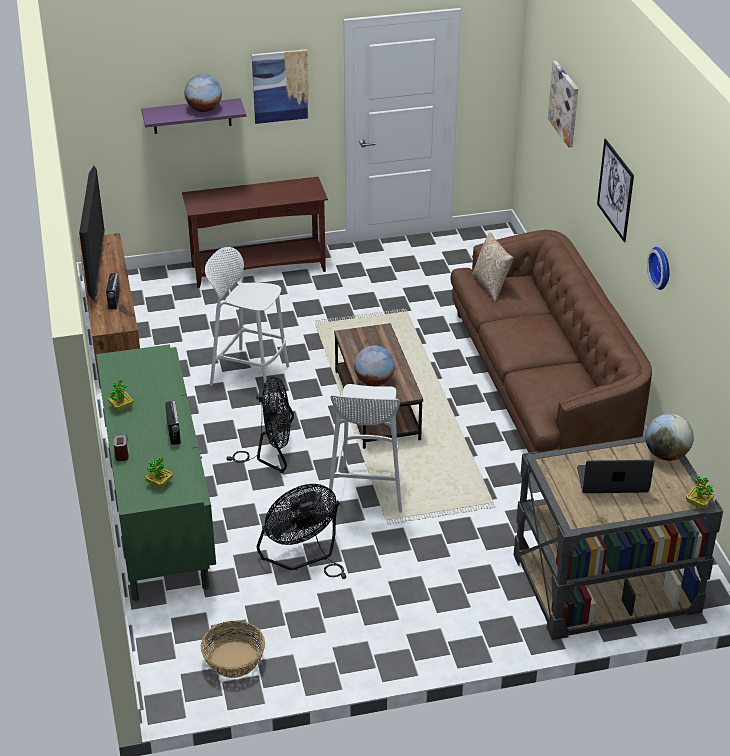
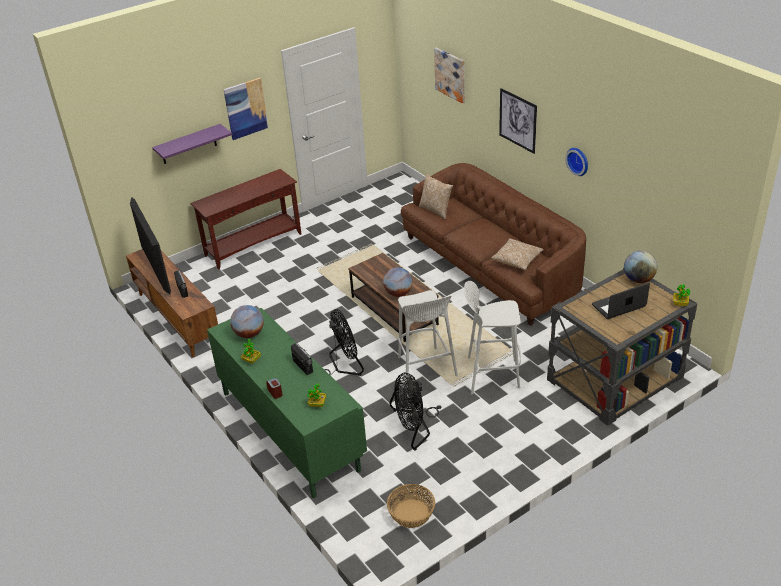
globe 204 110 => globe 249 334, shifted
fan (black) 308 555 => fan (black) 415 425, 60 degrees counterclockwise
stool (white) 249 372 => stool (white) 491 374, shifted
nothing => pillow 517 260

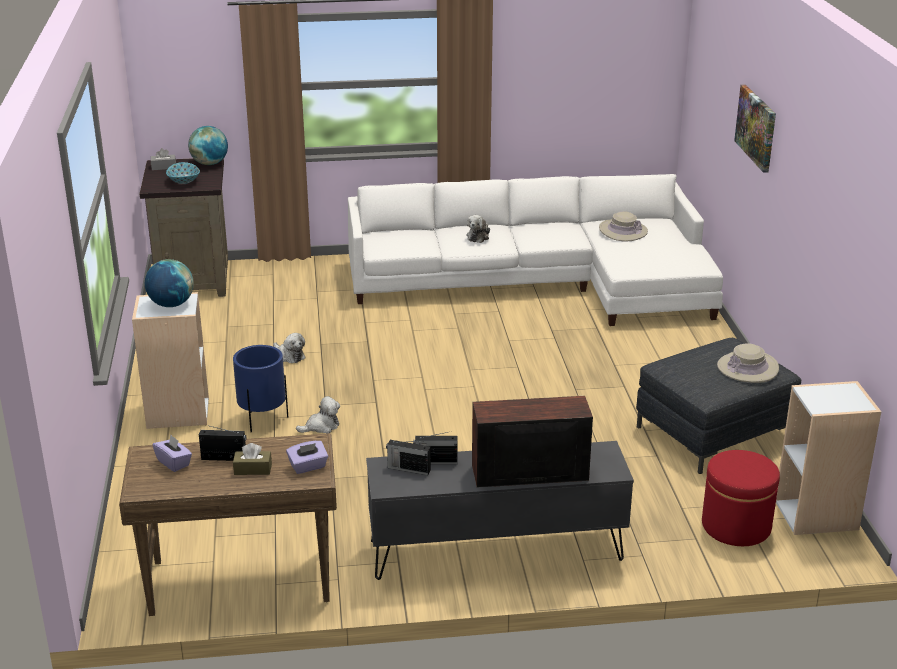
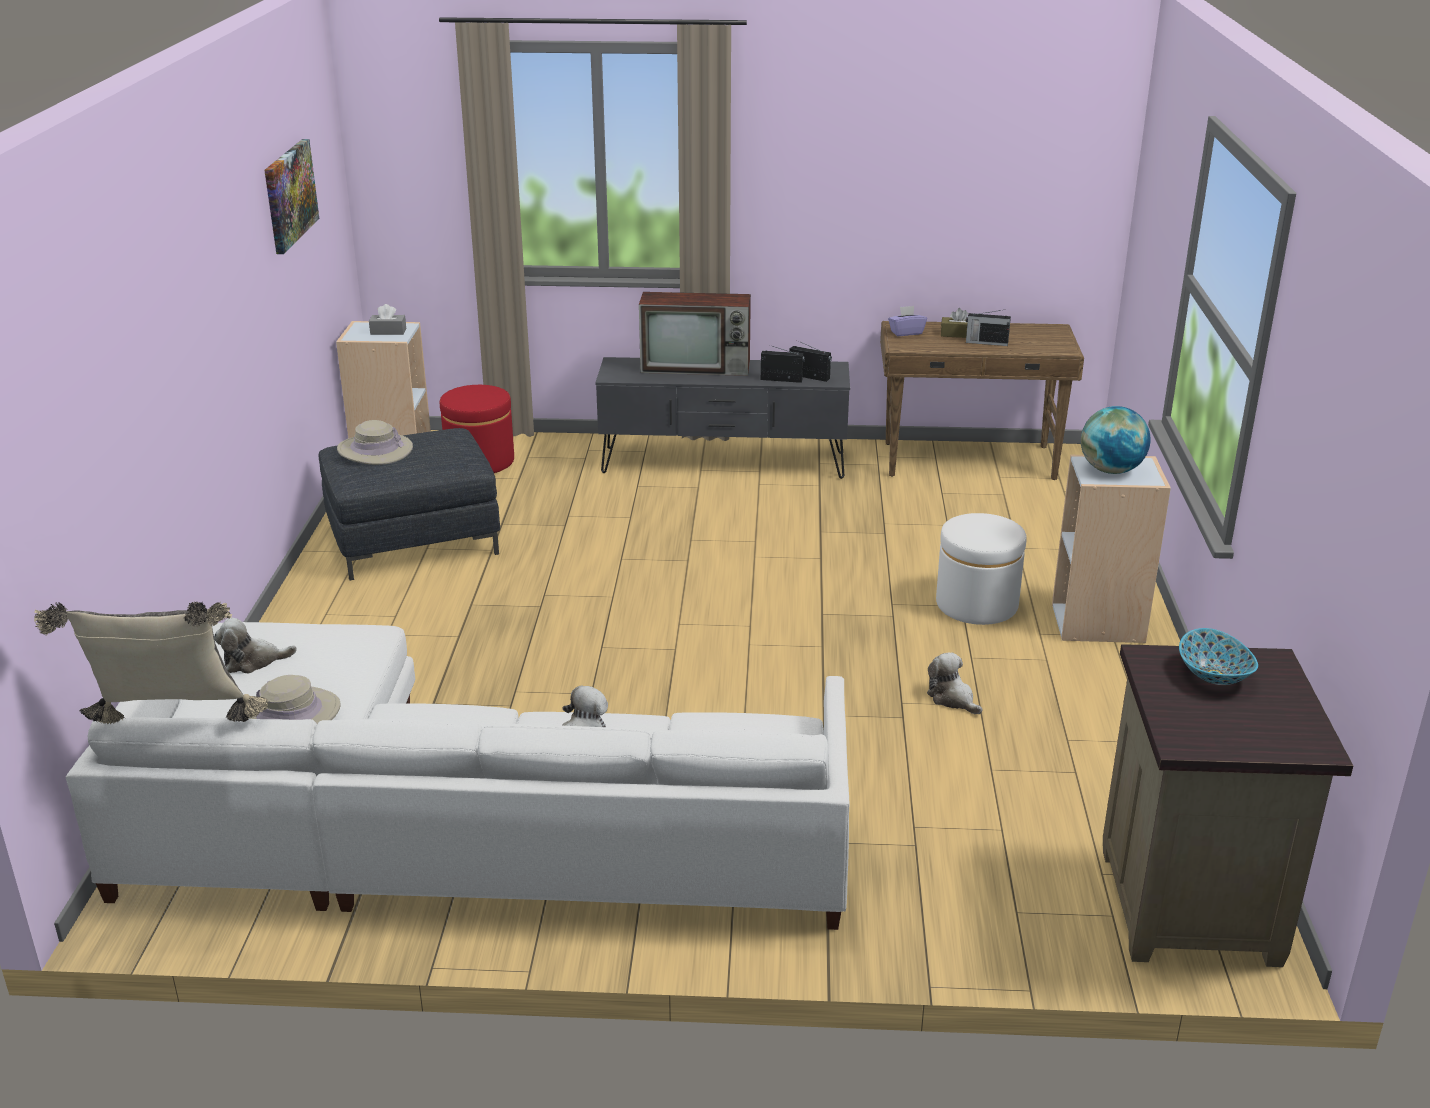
nothing => pillow 169 740
plush toy 321 426 => plush toy 253 661, shifted
picture 756 127 => picture 289 195, shifted
tissue box (grey) 163 167 => tissue box (grey) 388 331, shifted
planter (blue) 263 419 => ottoman (white) 976 604
tissue box (purple) 174 463 => nothing
globe 210 163 => nothing

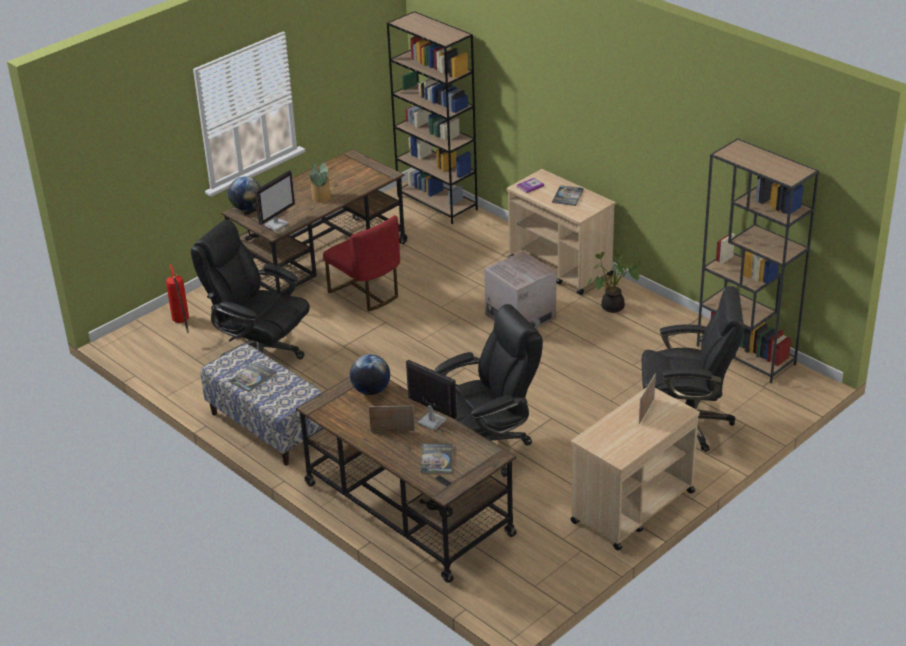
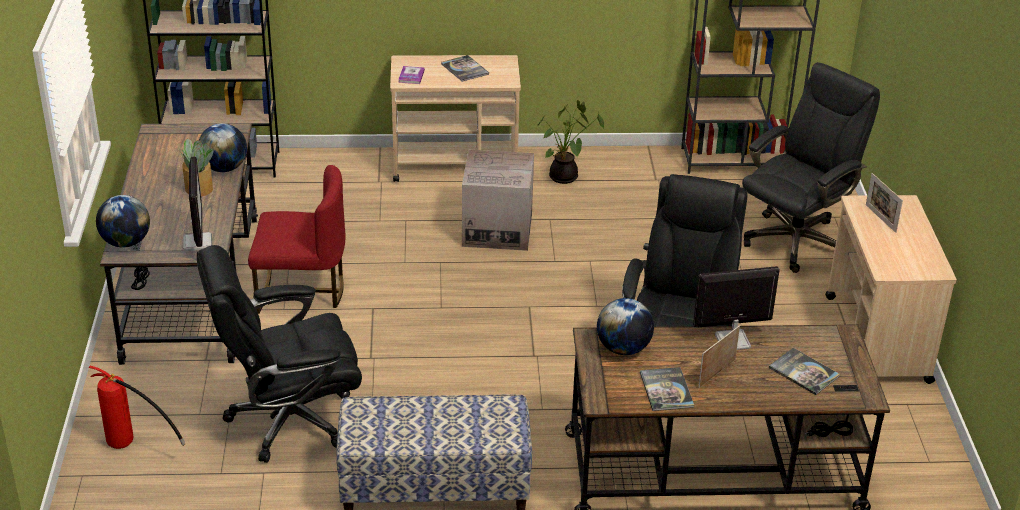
nothing => globe 224 168
book 252 377 => book 666 390, shifted

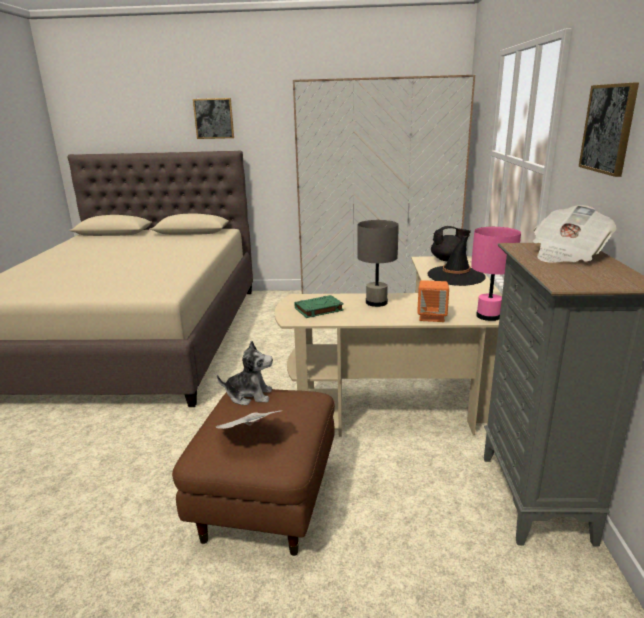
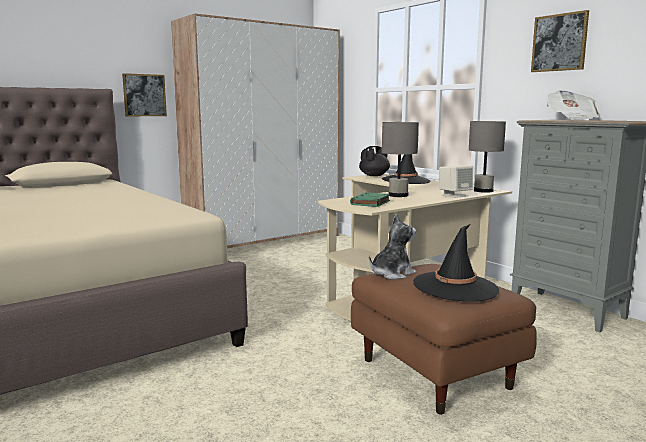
picture 214 118 => picture 144 95, shifted
newspaper 250 434 => hat (black) 455 287
speaker (orange) 432 317 => speaker (beige) 454 195
table lamp (pink) 488 316 => table lamp (grey) 483 191

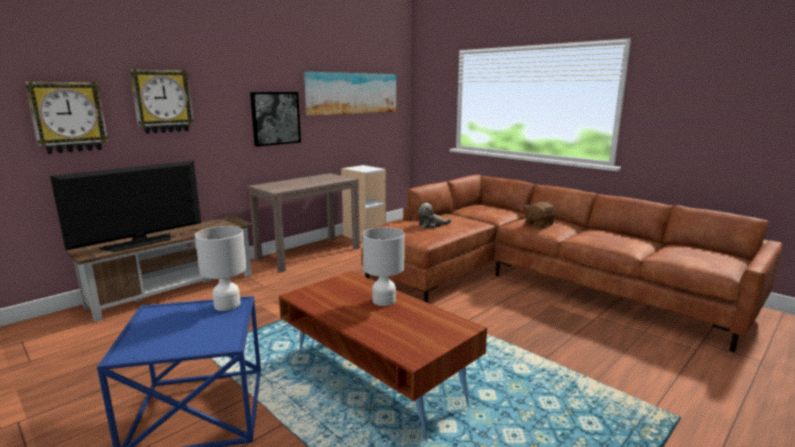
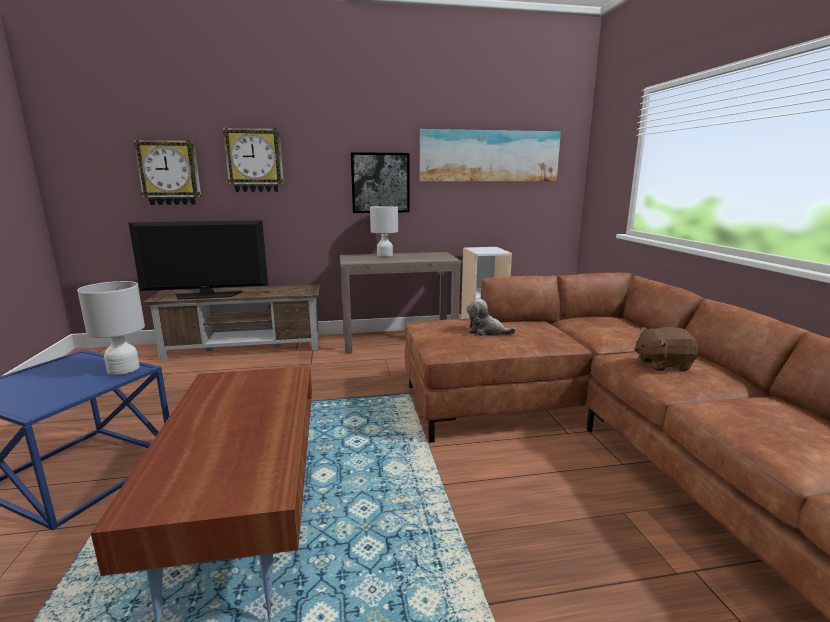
table lamp (grey) 384 301 => table lamp (grey) 385 255, shifted

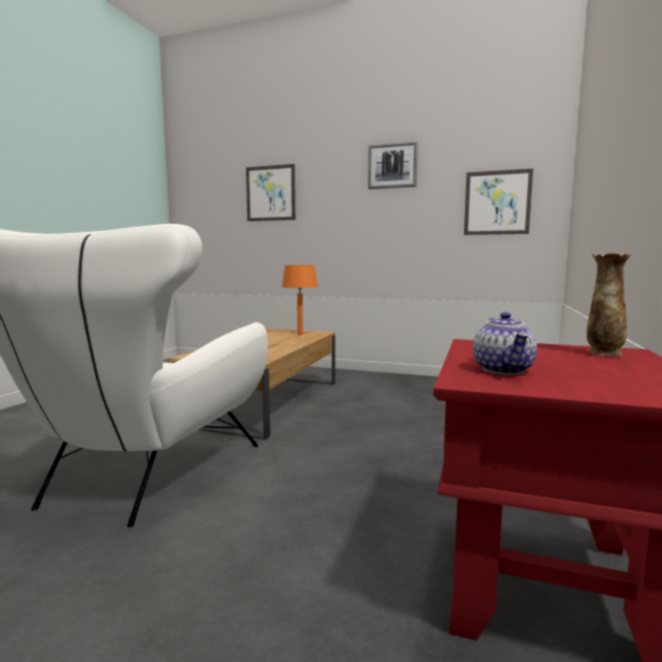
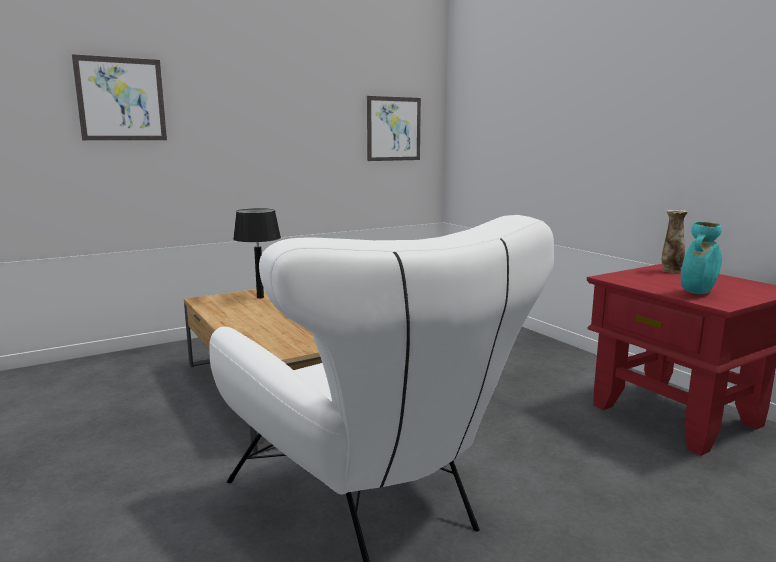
table lamp (orange) 300 334 => table lamp (black) 260 297
teapot 504 370 => vase (turquoise) 697 293
picture 392 166 => nothing

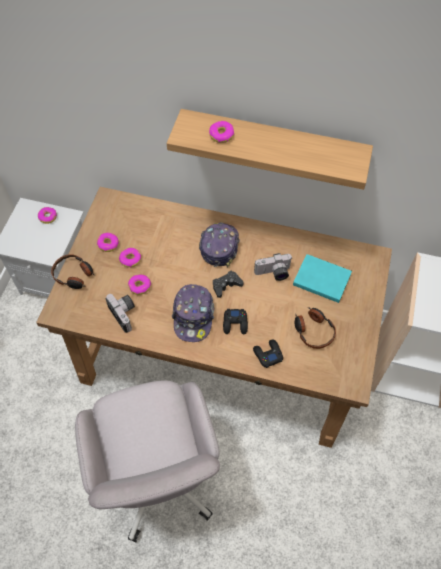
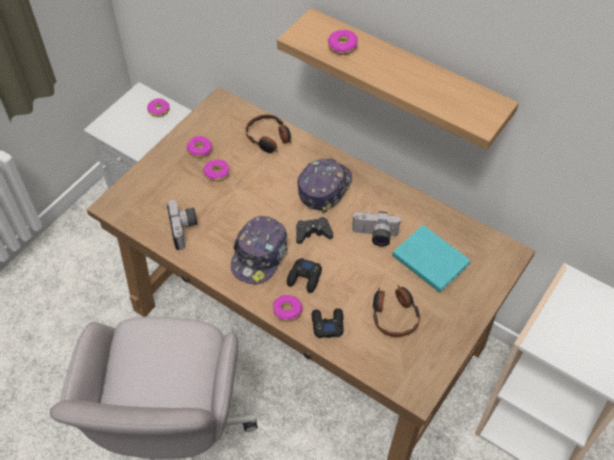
headphones 74 275 => headphones 269 138, shifted
donut 140 286 => donut 287 311, shifted

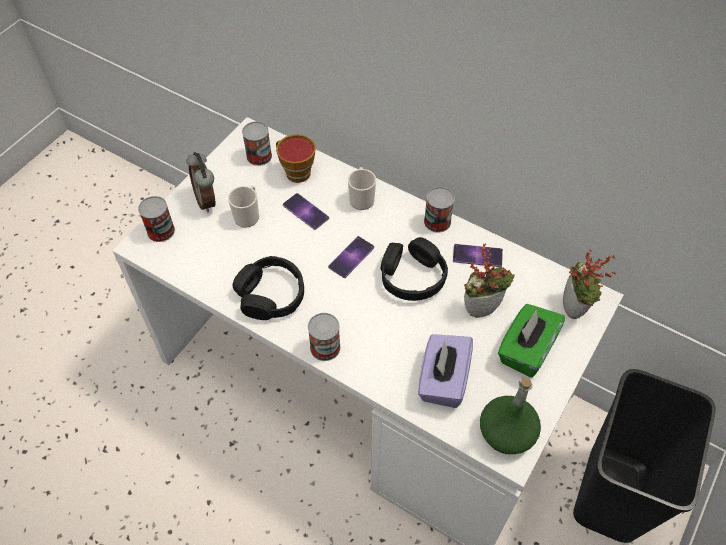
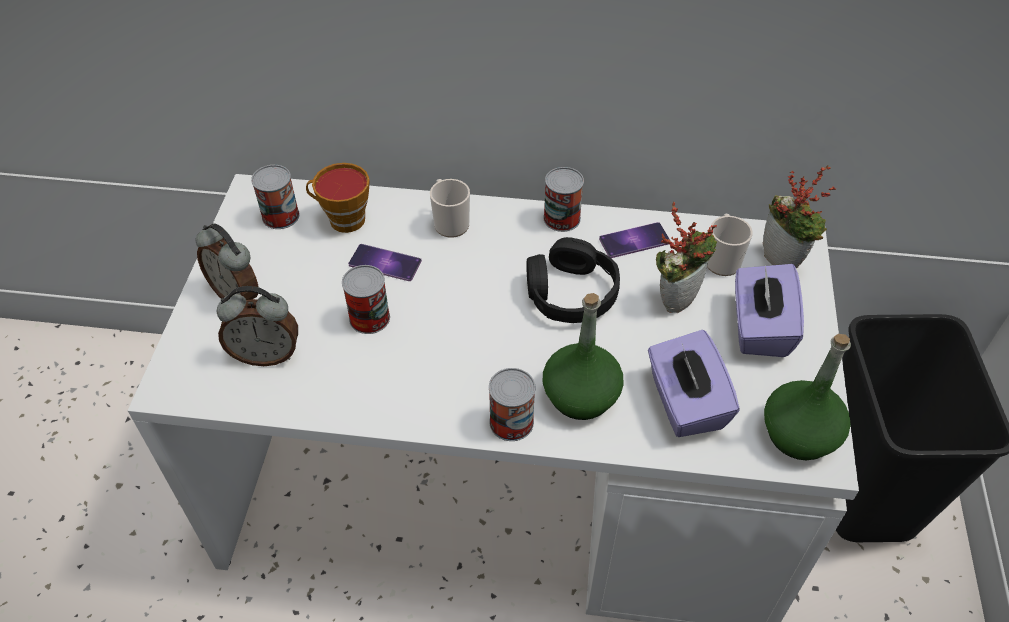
nothing => alarm clock 266 354
can 161 231 => can 369 318, shifted
nothing => bottle (green) 580 395
mug 248 215 => mug 722 259, shifted
tissue box (green) 526 350 => tissue box (purple) 759 328
headphones (black) 271 295 => nothing
phone 351 257 => nothing

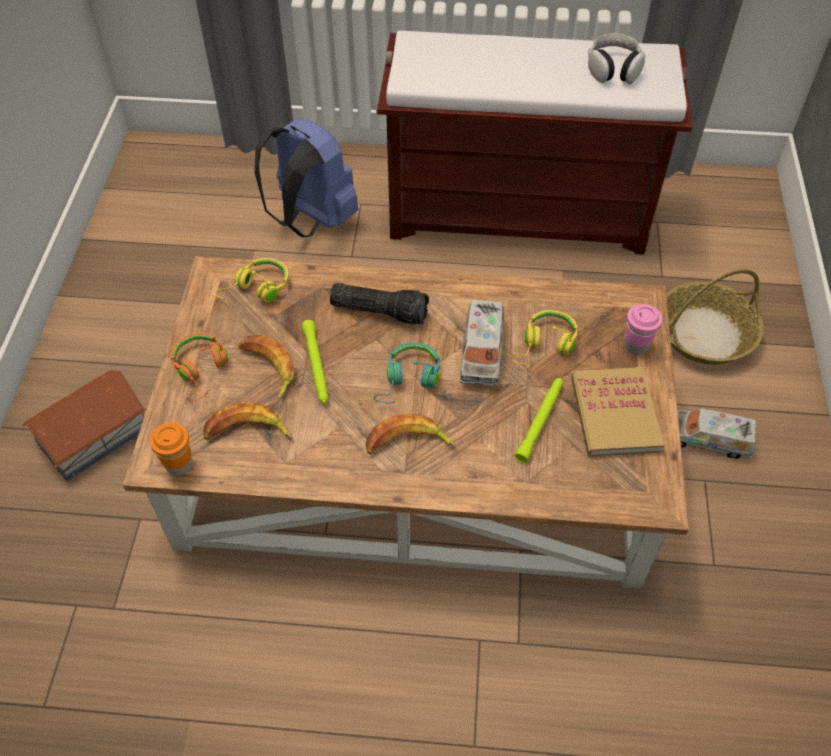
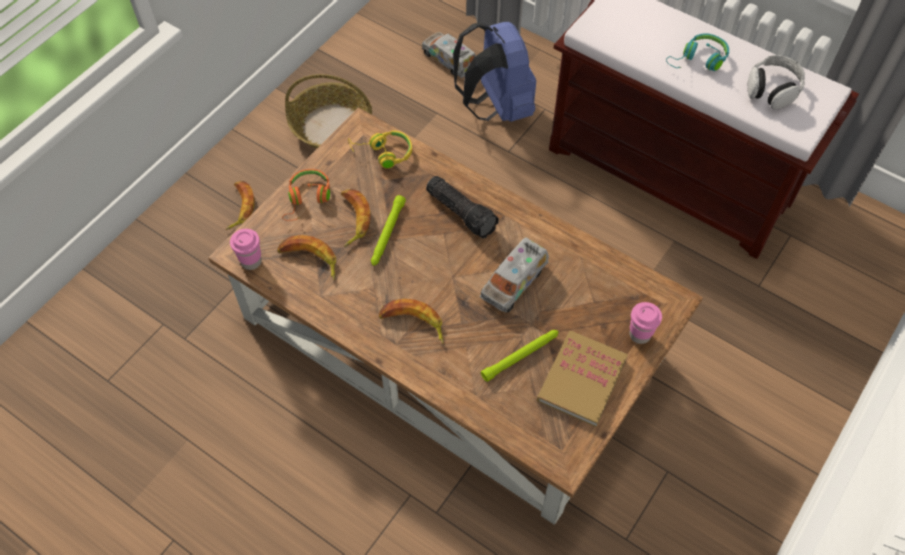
toy house 92 434 => banana 240 207
cup (orange) 179 465 => cup (pink) 251 261
basket 705 333 => basket 331 125, shifted
toy truck 709 440 => toy truck 449 60, shifted
headphones (turquoise) 409 380 => headphones (turquoise) 698 60, shifted
headphones (yellow) 545 345 => nothing

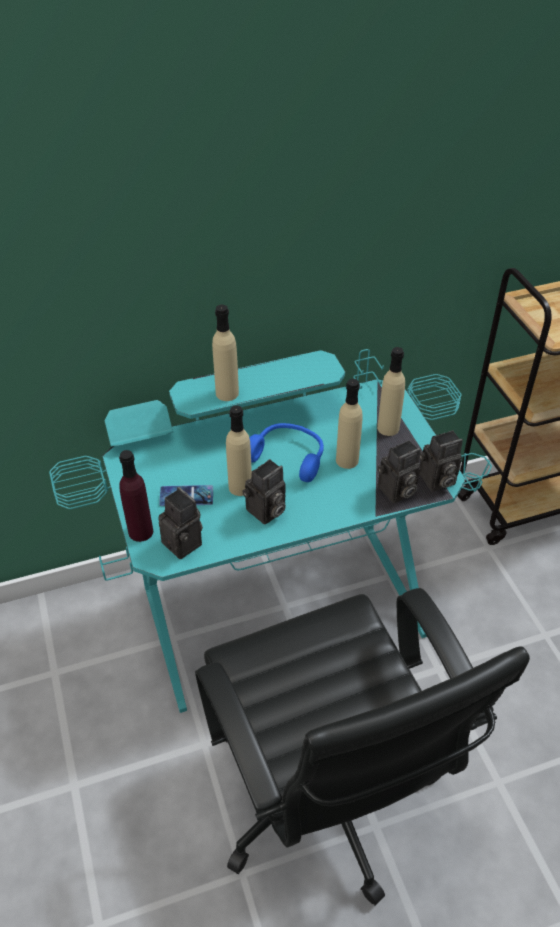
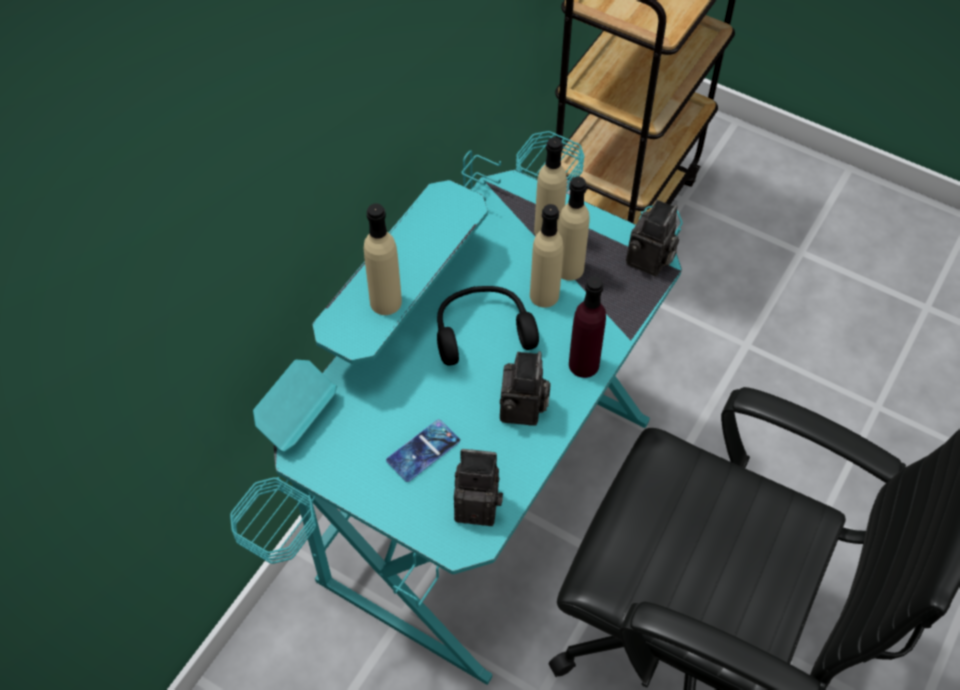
headphones (blue) 288 456 => headphones (black) 482 331
bottle (beige) 240 487 => bottle (beige) 569 268, shifted
bottle (purple) 140 531 => bottle (purple) 583 364, shifted
photo camera 396 492 => nothing

